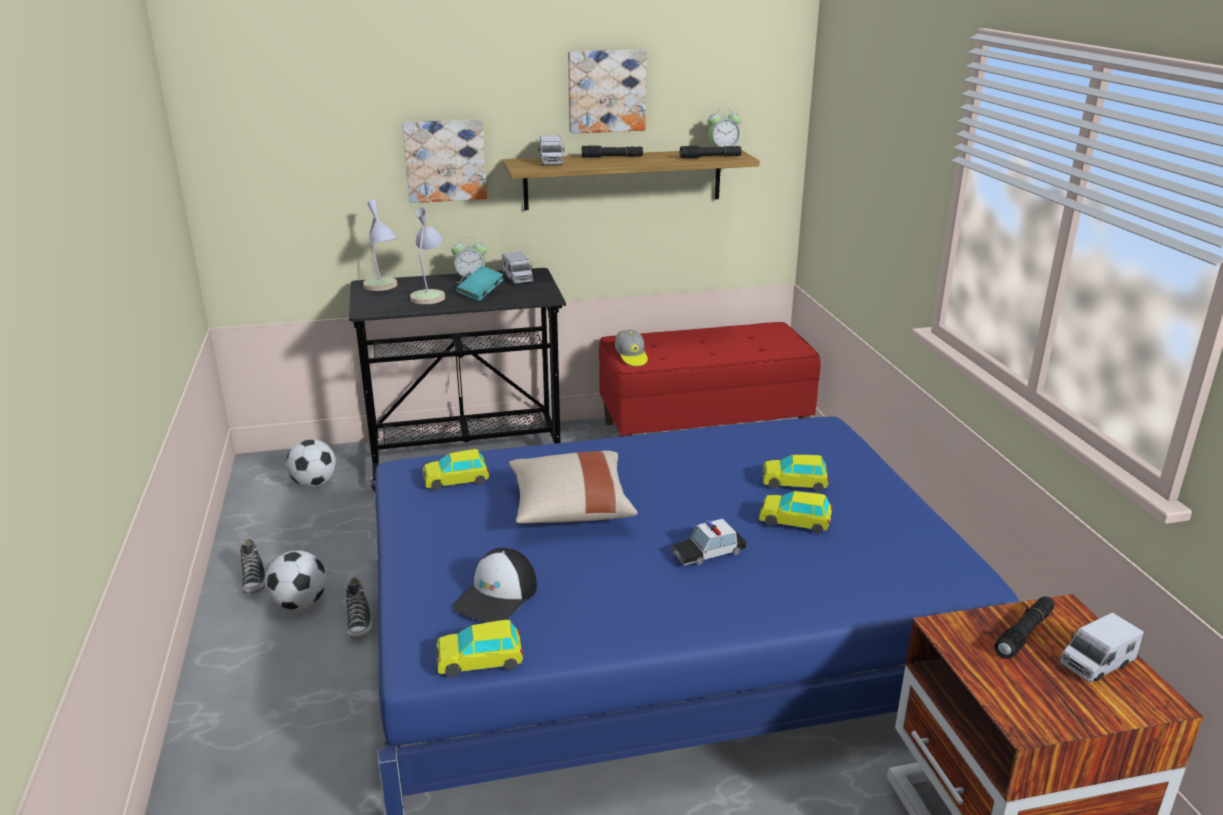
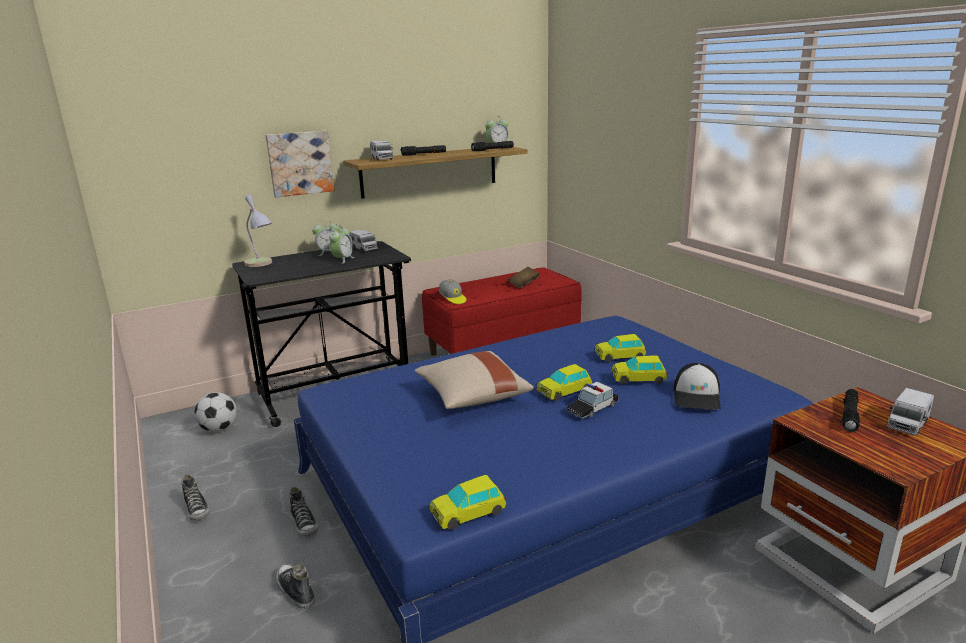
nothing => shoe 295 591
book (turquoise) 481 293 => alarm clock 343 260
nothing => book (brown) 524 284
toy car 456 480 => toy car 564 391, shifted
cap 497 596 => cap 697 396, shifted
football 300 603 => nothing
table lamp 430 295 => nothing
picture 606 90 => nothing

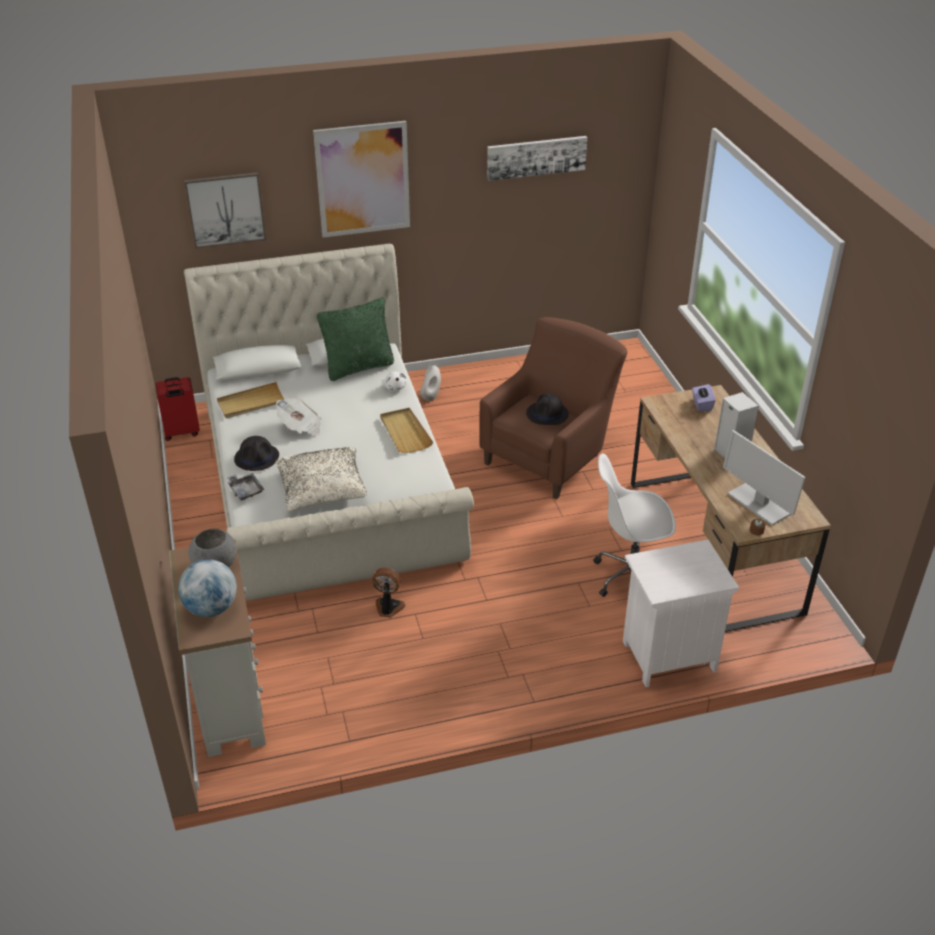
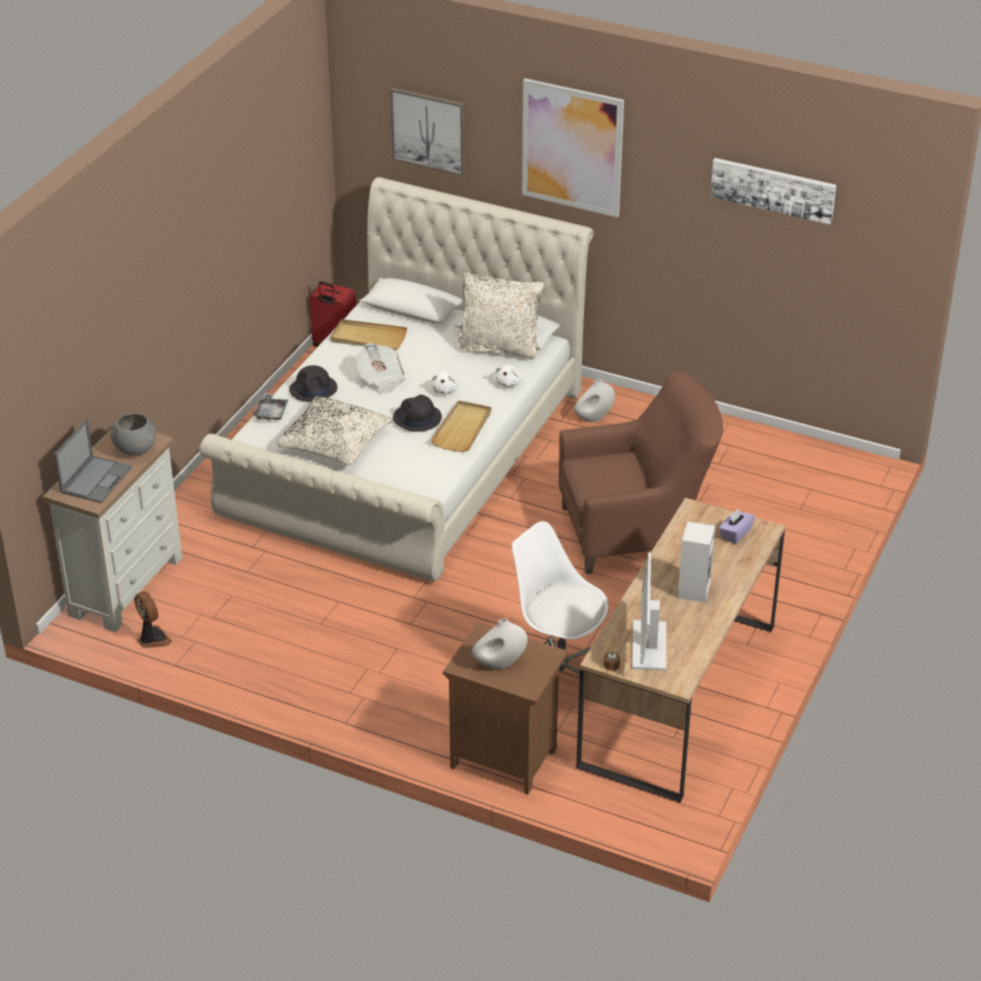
globe 211 608 => laptop 96 479
fan 388 608 => fan 152 639, shifted
hat (black) 547 414 => hat (black) 417 418, shifted
nothing => plush toy (white) 445 390
nightstand (white) 666 654 => nightstand (brown) 503 755
pillow (green) 359 368 => pillow (beige) 500 350
nothing => vase (white) 499 664

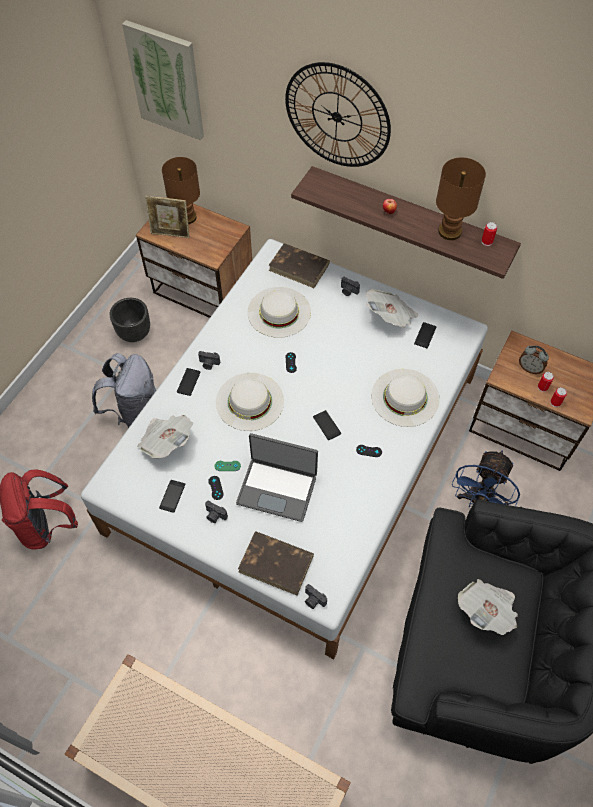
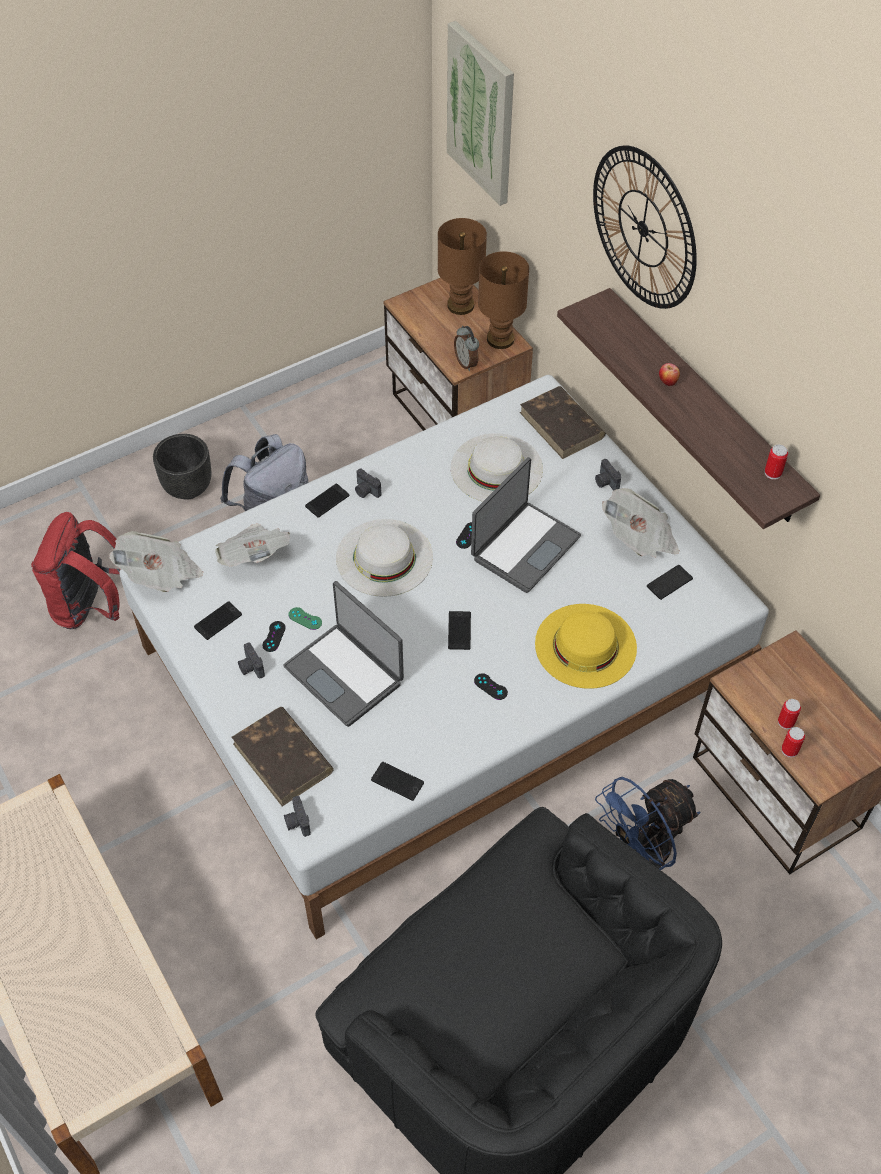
newspaper 487 611 => newspaper 160 575, shifted
planter (black) 134 333 => planter (black) 187 488, shifted
nothing => phone 397 781
alarm clock 530 368 => alarm clock 466 363, shifted
nothing => laptop 524 547
table lamp (brown) 449 231 => table lamp (brown) 499 339, shifted
hat (white) 405 397 => hat (yellow) 585 645
picture frame 171 234 => nothing

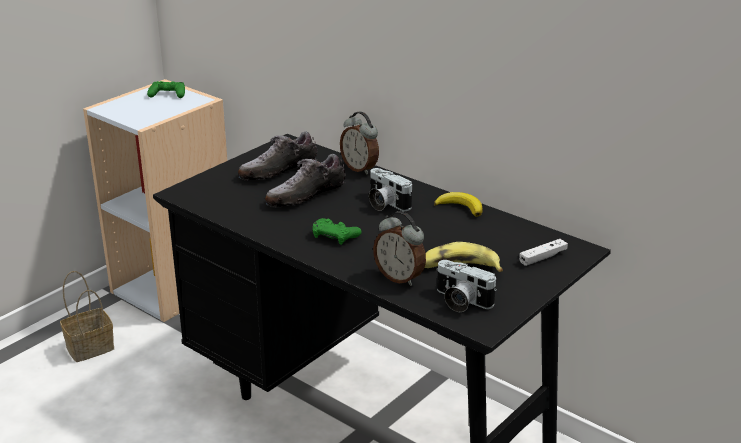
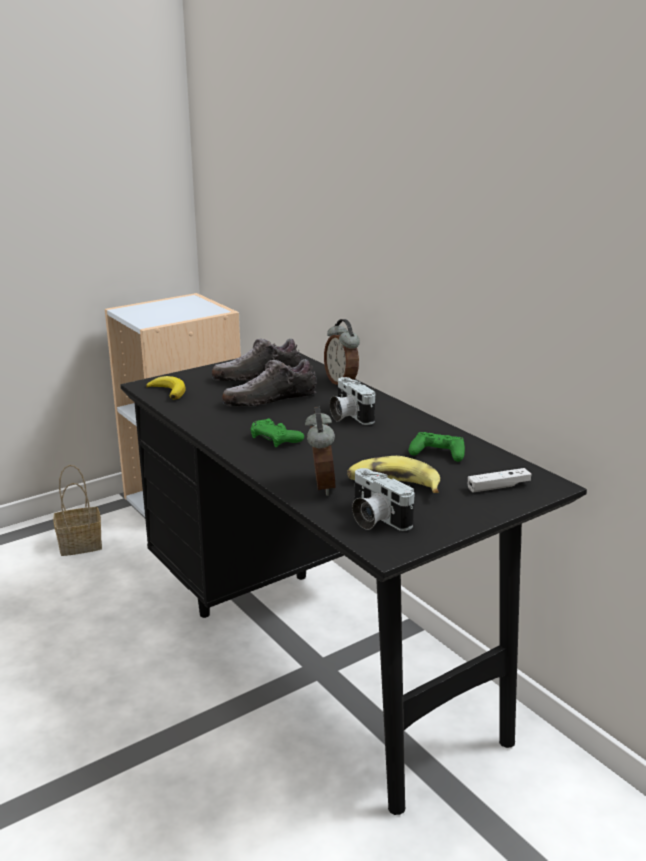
banana 460 207 => banana 169 391, shifted
alarm clock 400 277 => alarm clock 320 486, 150 degrees counterclockwise
game controller (green) 168 94 => game controller (green) 438 453, shifted

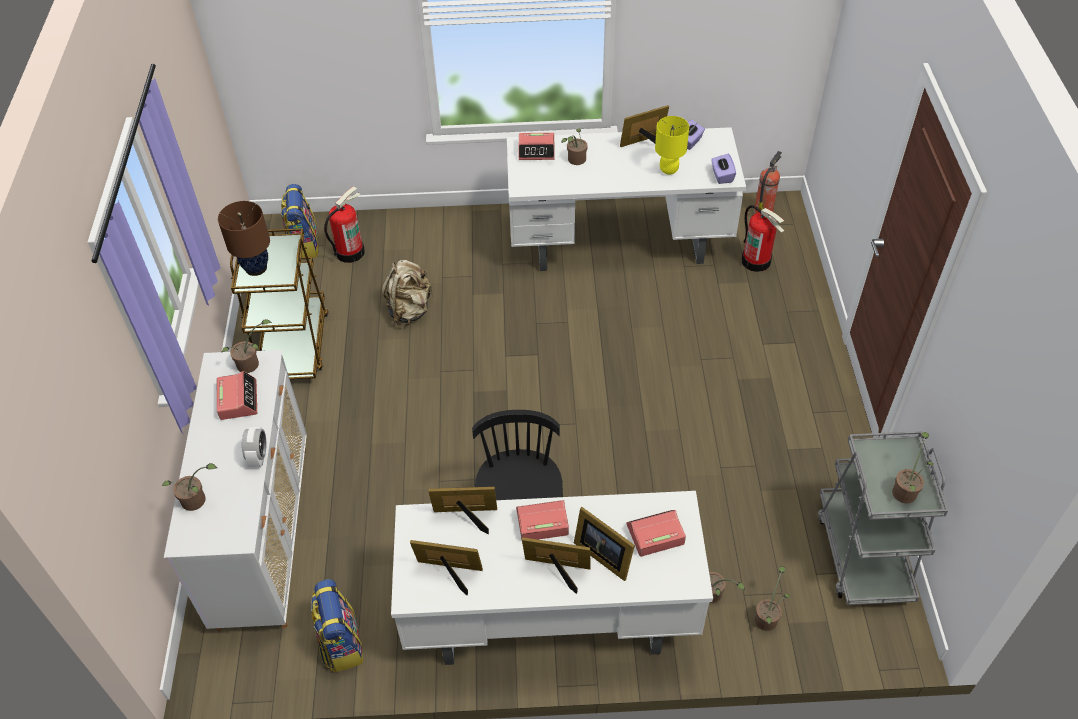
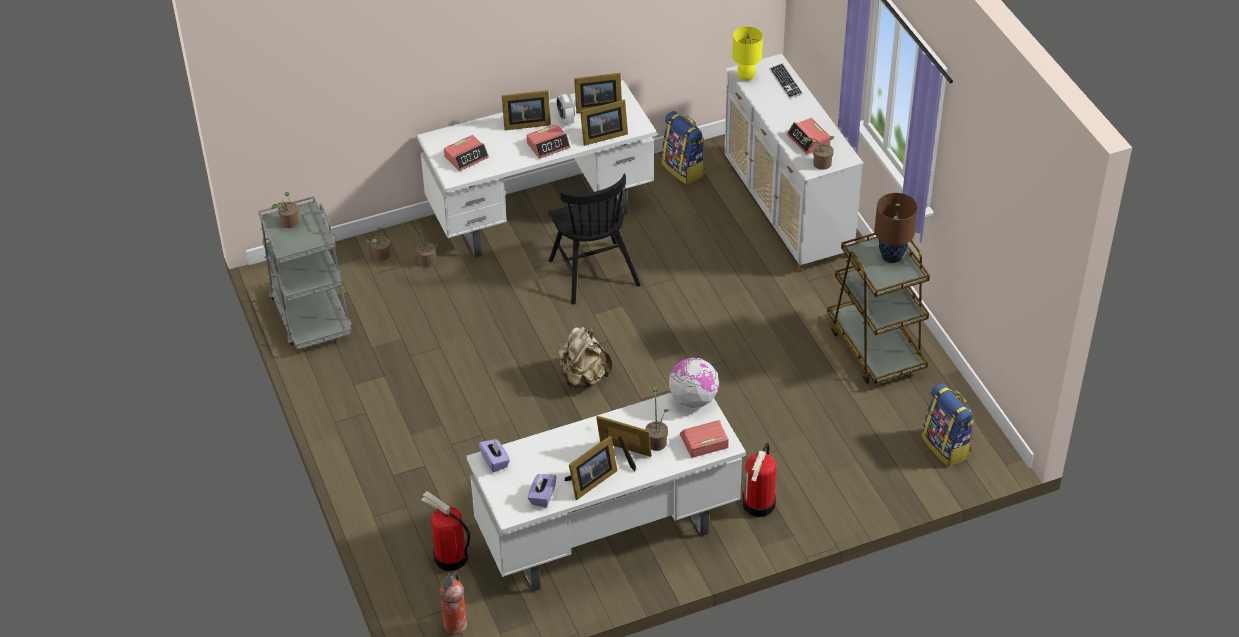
alarm clock 259 457 => alarm clock 566 119, shifted
backpack (beige) 410 310 => backpack (beige) 583 378, shifted
picture frame 603 554 => picture frame 624 454, shifted
nothing => globe 693 399
table lamp (yellow) 669 170 => table lamp (yellow) 745 77, shifted
fire extinguisher 350 252 => fire extinguisher 759 504, shifted
potted plant 197 501 => keyboard 785 82

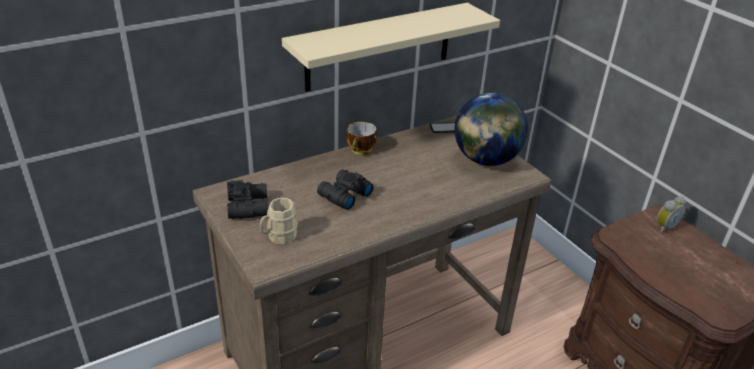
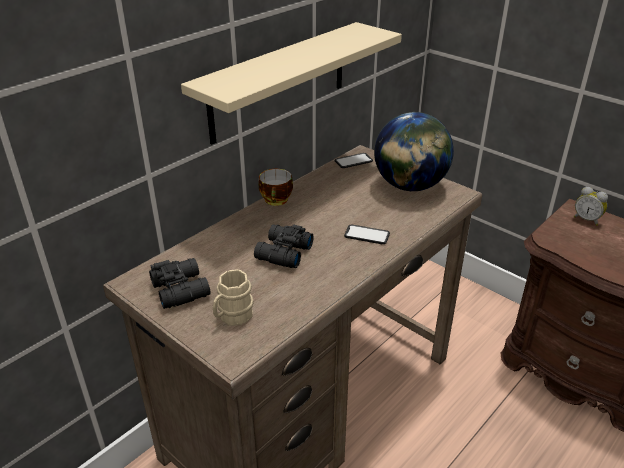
nothing => phone 367 235
alarm clock 664 227 => alarm clock 587 219, 90 degrees clockwise

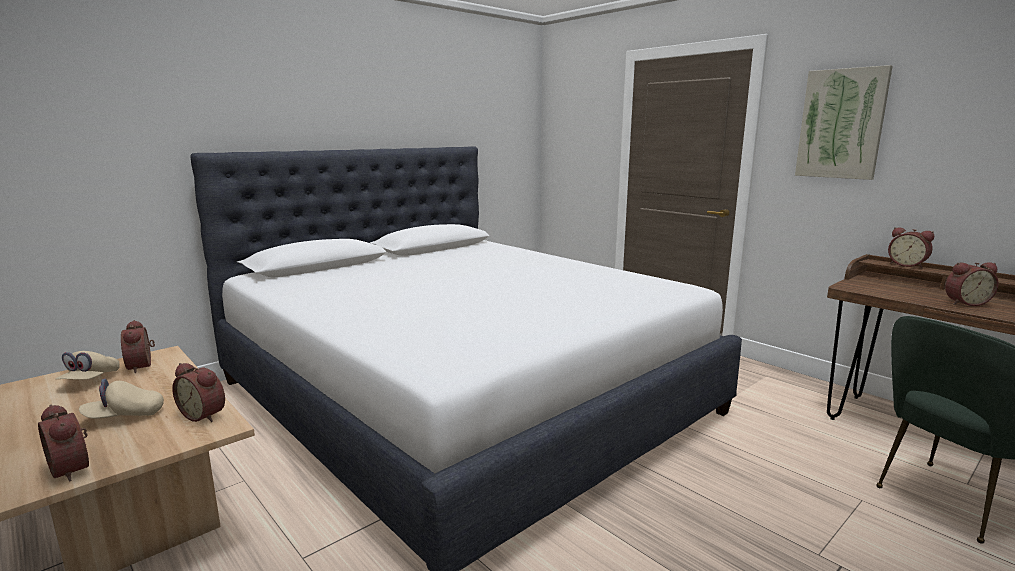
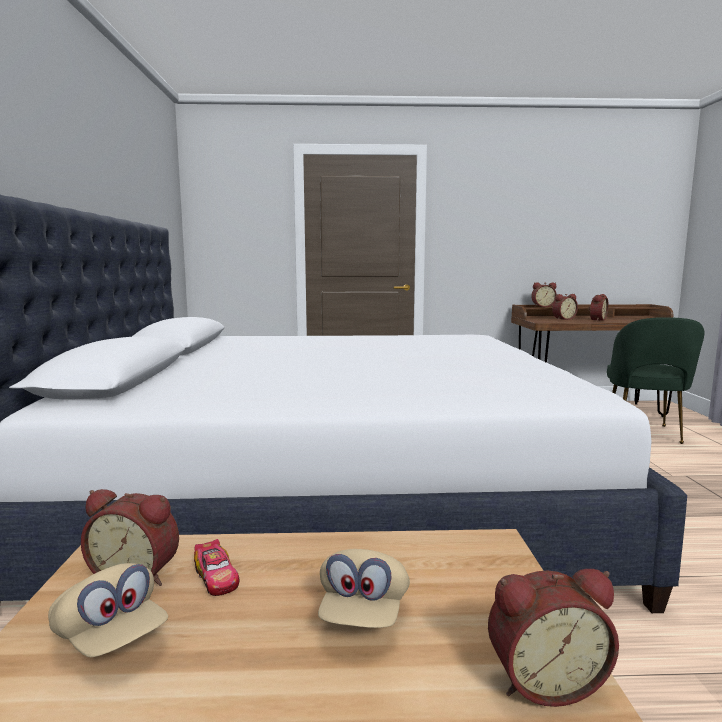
nothing => toy car 216 577
alarm clock 205 414 => alarm clock 563 319, shifted
picture 841 124 => nothing

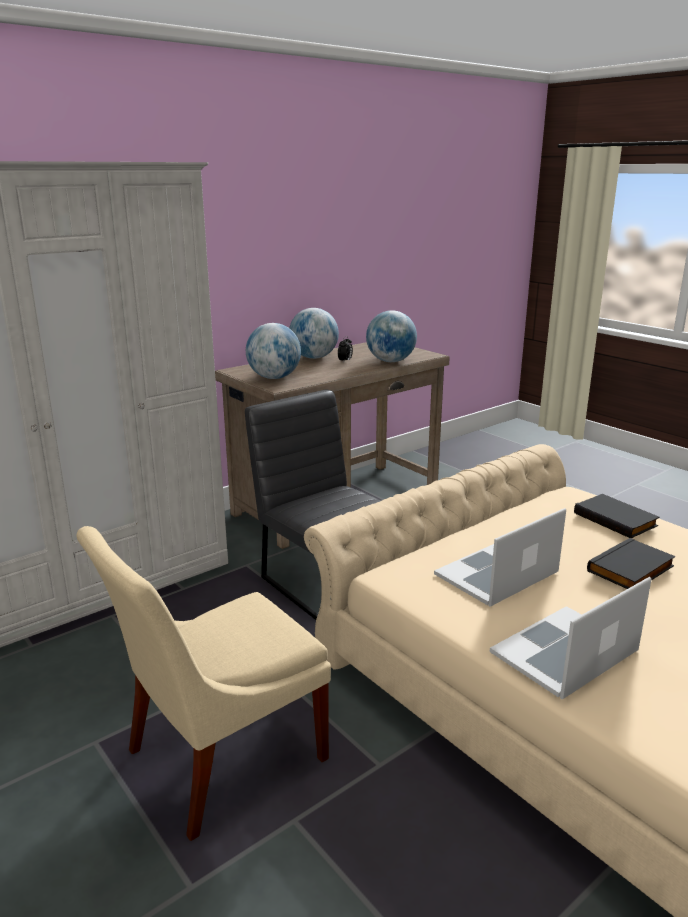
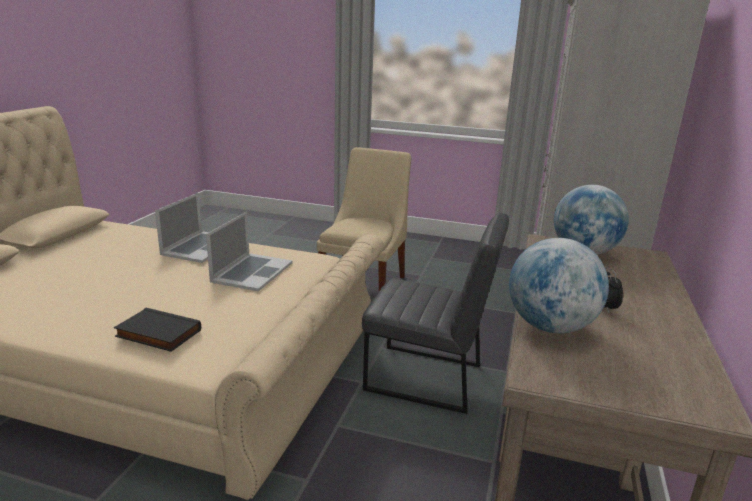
globe 314 358 => nothing
book (black) 631 569 => nothing

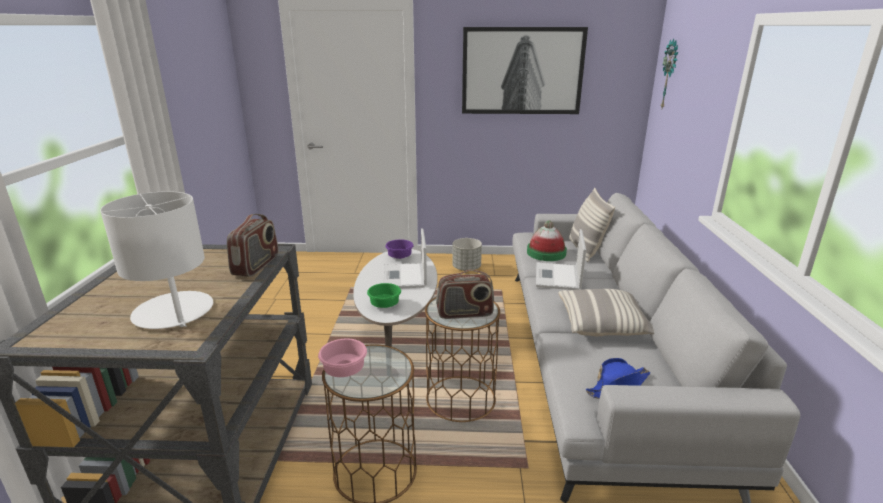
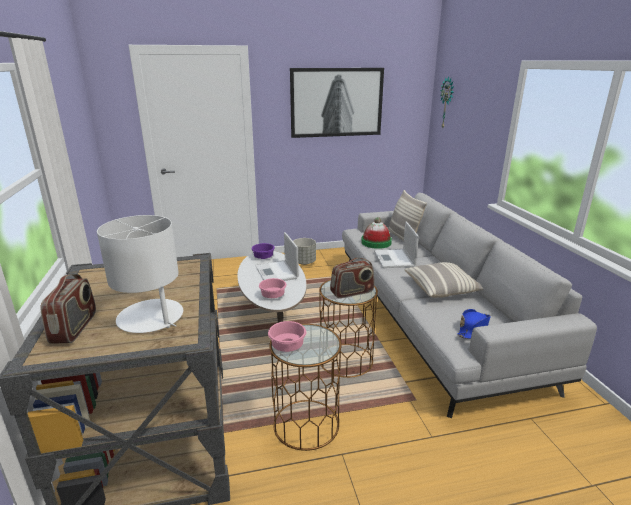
radio 256 265 => radio 75 328, shifted
bowl (green) 385 304 => bowl (pink) 273 295

